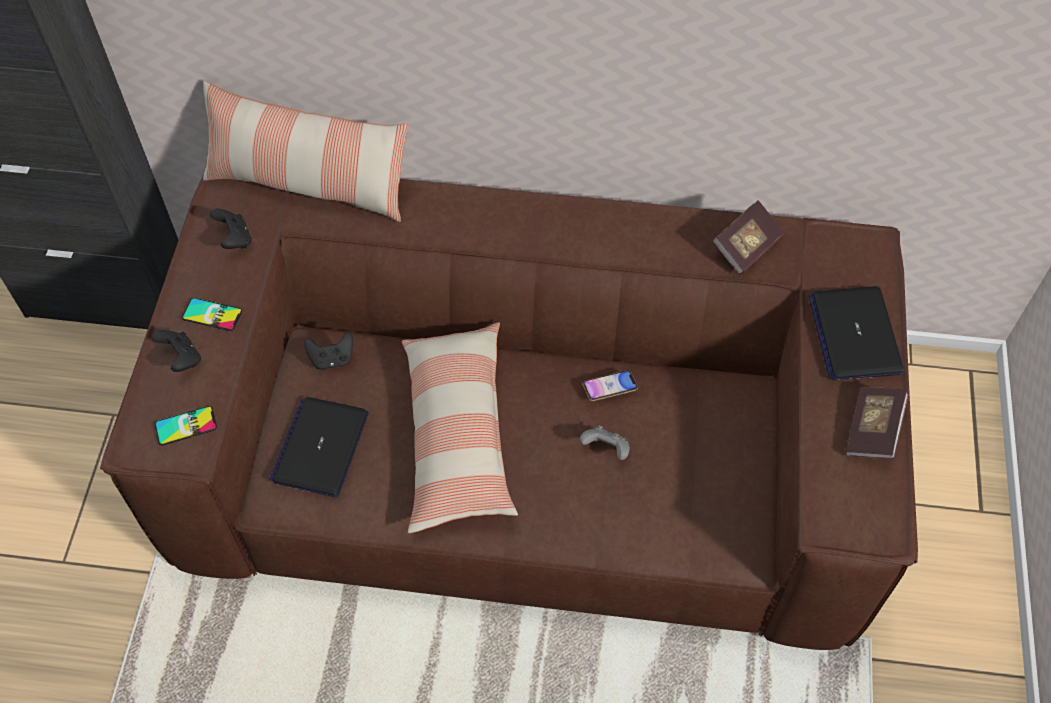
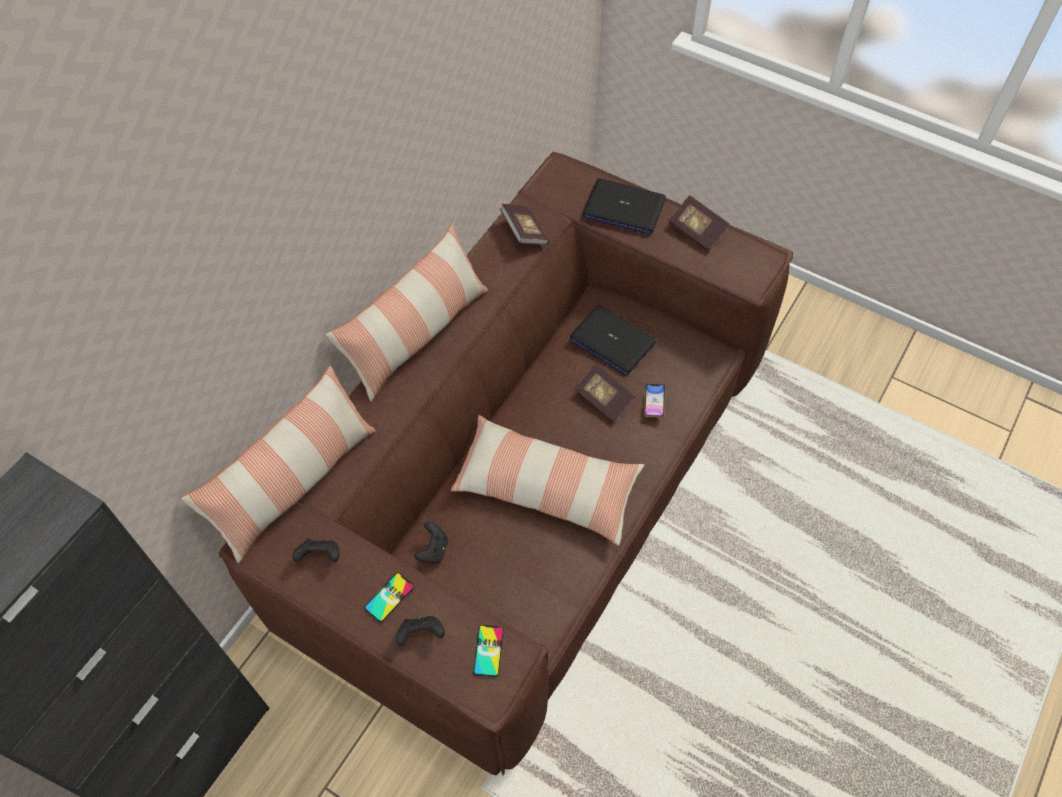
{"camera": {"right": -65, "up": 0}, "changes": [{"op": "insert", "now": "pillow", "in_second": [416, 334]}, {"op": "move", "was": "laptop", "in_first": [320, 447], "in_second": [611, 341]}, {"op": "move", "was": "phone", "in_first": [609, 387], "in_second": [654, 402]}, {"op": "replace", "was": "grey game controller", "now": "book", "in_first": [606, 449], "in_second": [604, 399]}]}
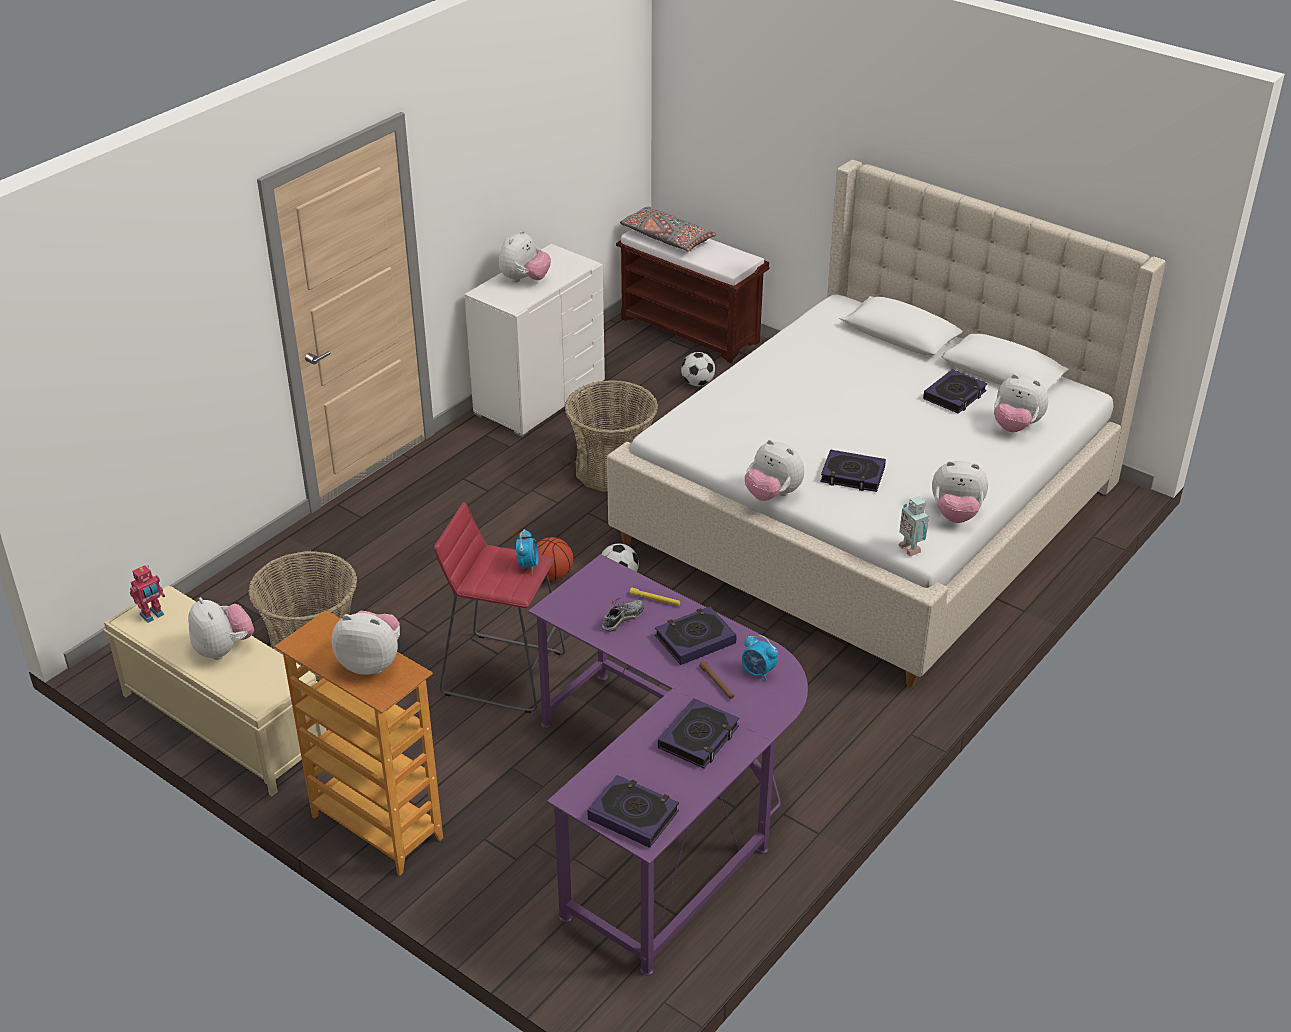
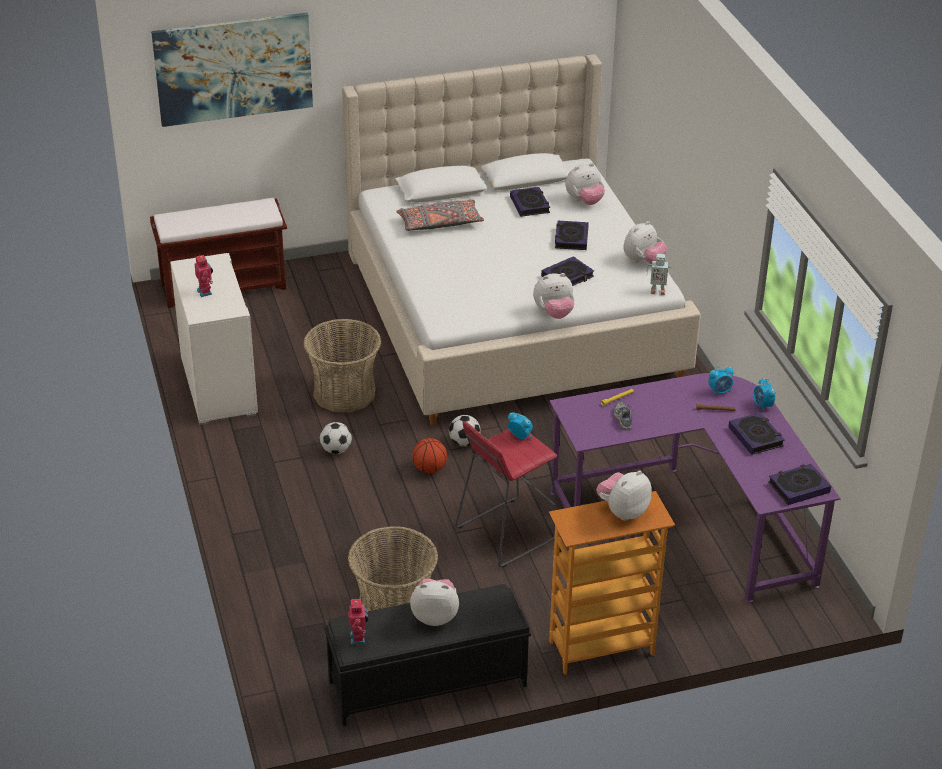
{"camera": {"right": -55, "up": 0}, "changes": [{"op": "insert", "now": "picture", "in_second": [233, 69]}, {"op": "insert", "now": "alarm clock", "in_second": [762, 405]}, {"op": "move", "was": "grey pillow", "in_first": [666, 238], "in_second": [440, 223]}, {"op": "move", "was": "book", "in_first": [695, 639], "in_second": [571, 238]}, {"op": "move", "was": "football", "in_first": [697, 383], "in_second": [336, 450]}, {"op": "replace", "was": "plush toy", "now": "toy robot", "in_first": [524, 280], "in_second": [205, 292]}, {"op": "recolor", "was": "beige bench", "now": "black bench", "in_first": [223, 722], "in_second": [426, 683]}]}
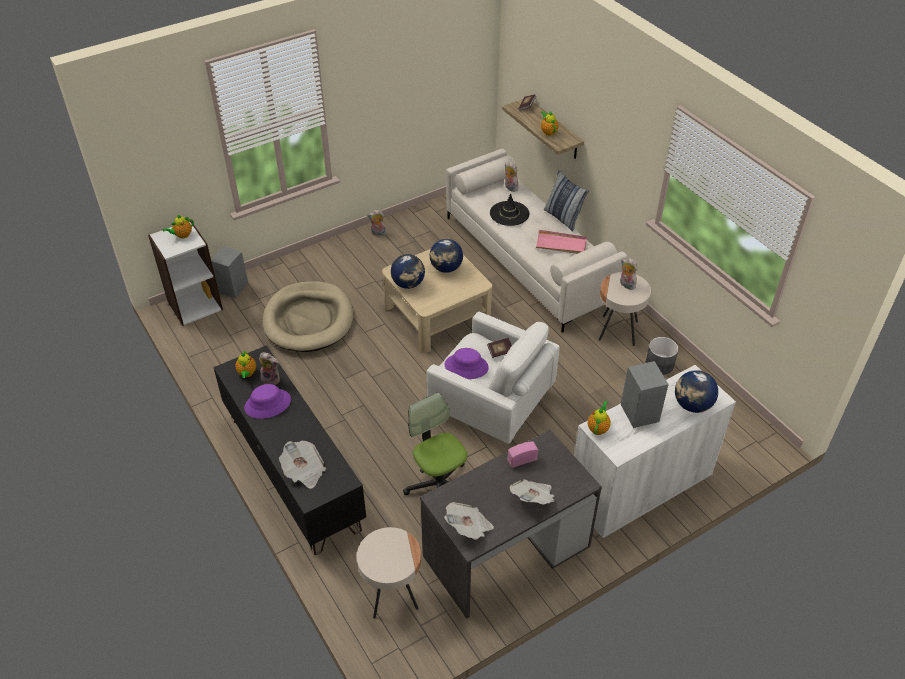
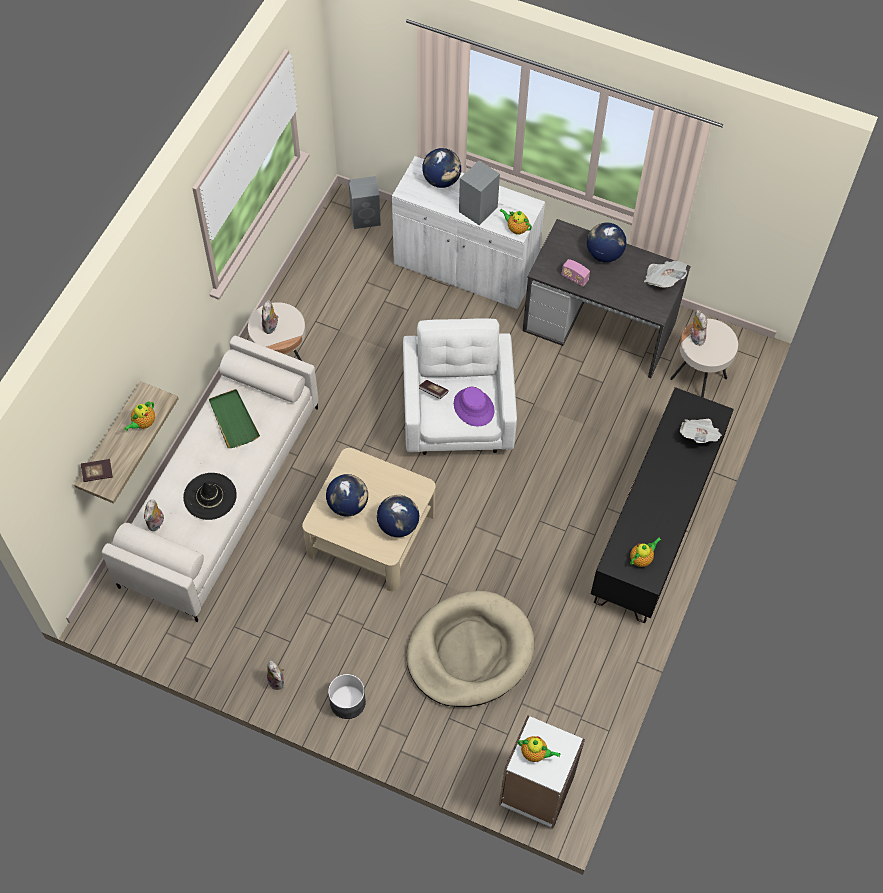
{"camera": {"right": -125, "up": 15}, "changes": [{"op": "delete", "was": "purple hat", "in_first": [268, 404]}, {"op": "delete", "was": "office chair", "in_first": [438, 485]}, {"op": "delete", "was": "pillow", "in_first": [563, 218]}, {"op": "move", "was": "grey speaker", "in_first": [232, 288], "in_second": [366, 217]}, {"op": "move", "was": "plush toy", "in_first": [272, 379], "in_second": [695, 337]}, {"op": "move", "was": "grey planter", "in_first": [659, 364], "in_second": [347, 702]}, {"op": "replace", "was": "newspaper", "now": "globe", "in_first": [533, 498], "in_second": [604, 254]}, {"op": "recolor", "was": "pink tray", "now": "green tray", "in_first": [561, 244], "in_second": [233, 420]}, {"op": "rotate", "was": "teapot", "in_first": [598, 428], "in_second": [516, 228], "clockwise": 45}]}
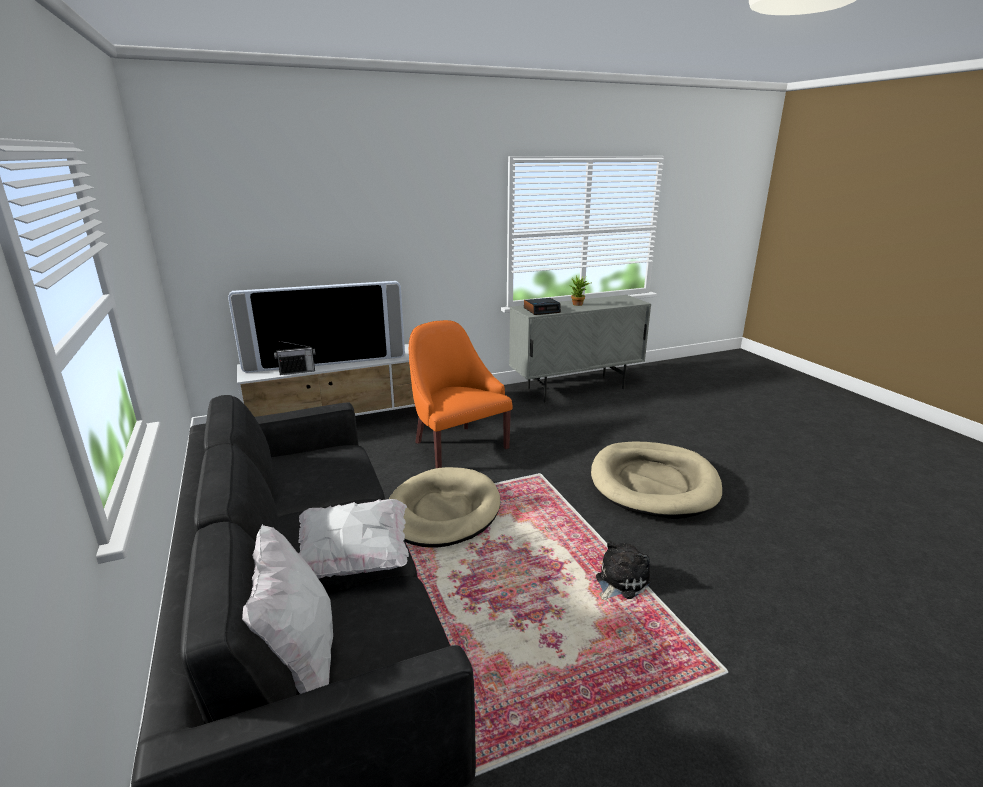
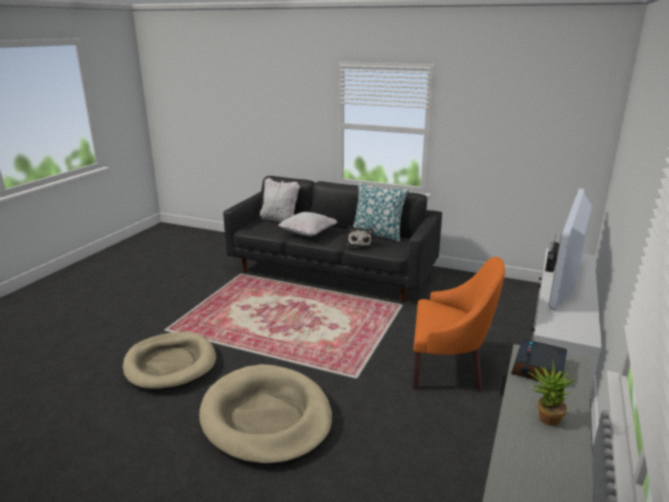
{"camera": {"right": 135, "up": 0}, "changes": [{"op": "insert", "now": "pillow", "in_second": [377, 234]}, {"op": "move", "was": "beige dog bed", "in_first": [443, 511], "in_second": [170, 364]}, {"op": "move", "was": "plush toy", "in_first": [619, 582], "in_second": [359, 244]}]}
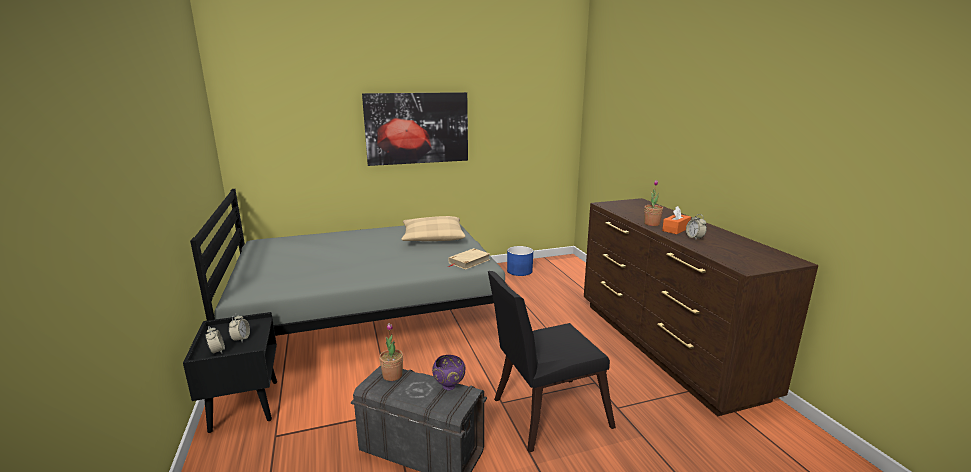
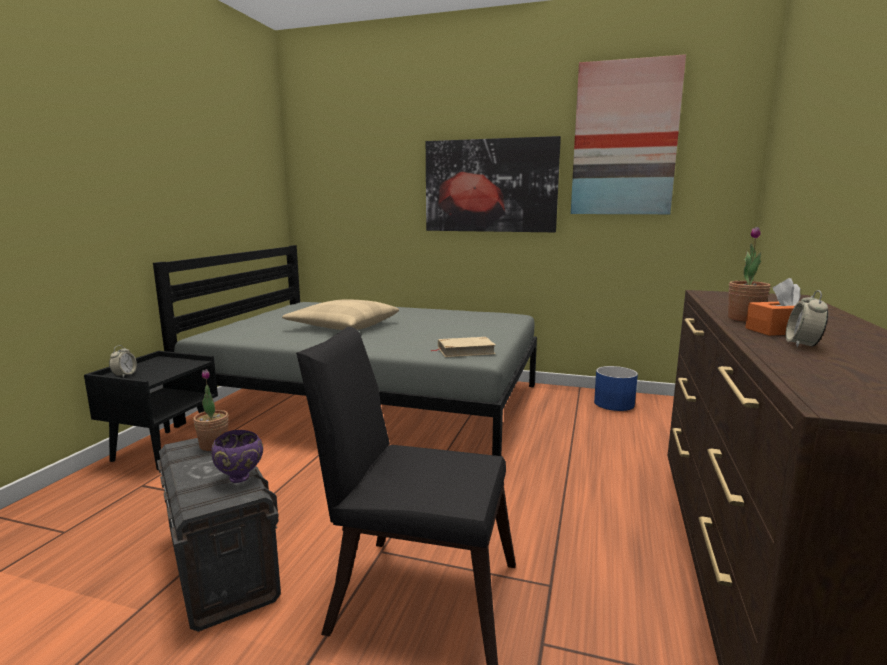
{"camera": {"right": 35, "up": -5}, "changes": [{"op": "delete", "was": "alarm clock", "in_first": [241, 339]}, {"op": "insert", "now": "picture", "in_second": [624, 139]}, {"op": "move", "was": "beige pillow", "in_first": [432, 237], "in_second": [343, 326]}]}
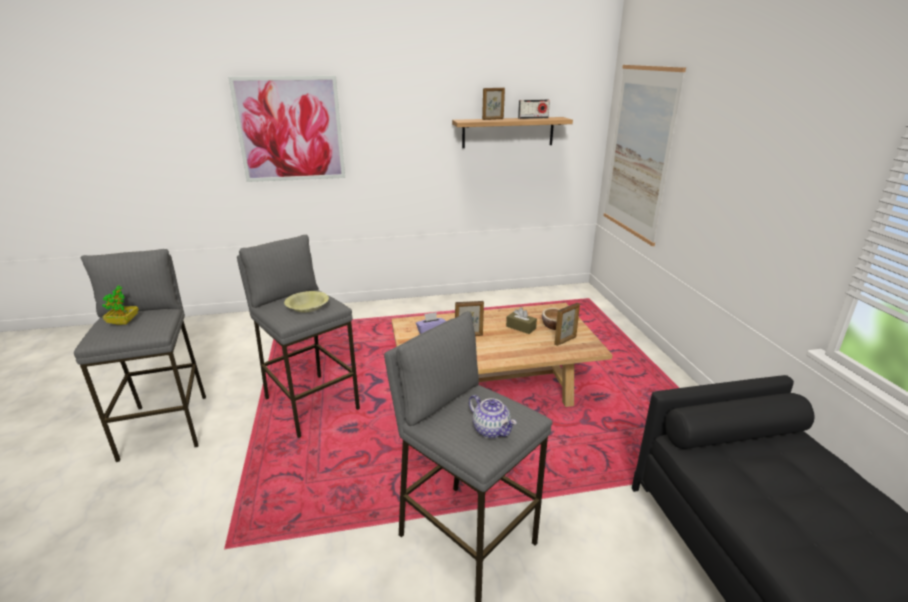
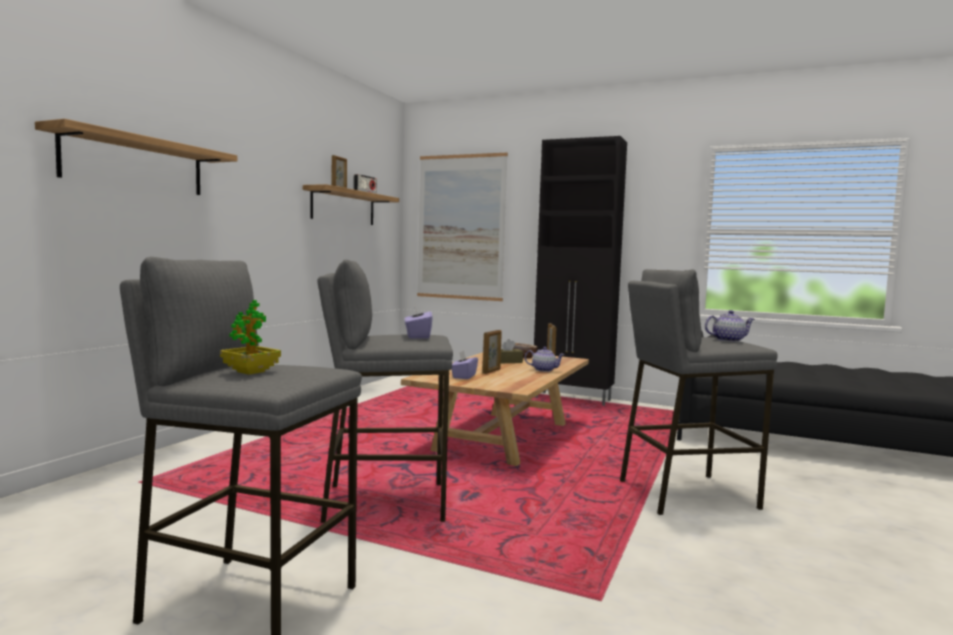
{"camera": {"right": -55, "up": -20}, "changes": [{"op": "insert", "now": "teapot", "in_second": [544, 370]}, {"op": "insert", "now": "black cabinet", "in_second": [573, 399]}, {"op": "replace", "was": "picture", "now": "shelf", "in_first": [290, 129], "in_second": [135, 164]}, {"op": "replace", "was": "yellow bowl", "now": "purple tissue box", "in_first": [307, 307], "in_second": [417, 336]}]}
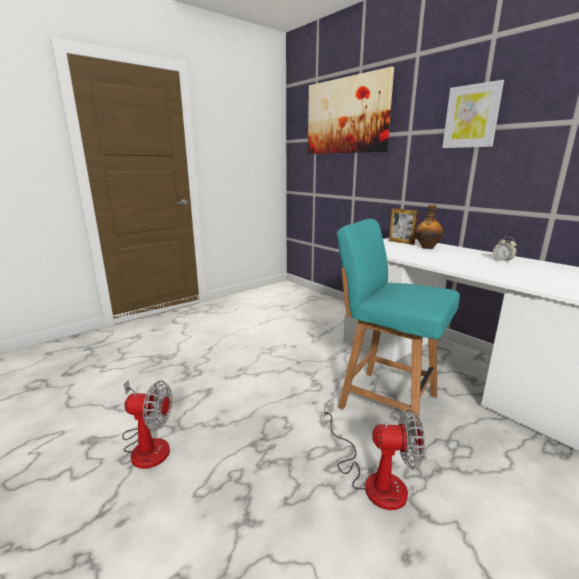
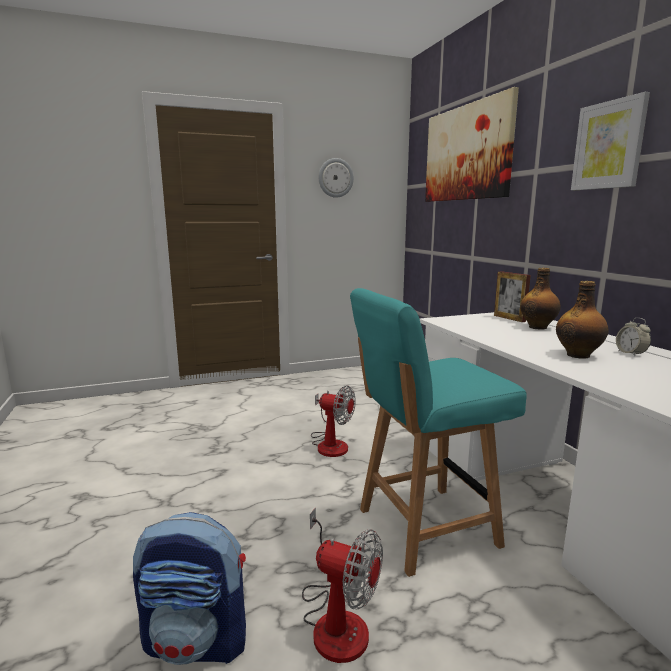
{"camera": {"right": 20, "up": -5}, "changes": [{"op": "insert", "now": "backpack", "in_second": [198, 641]}, {"op": "insert", "now": "wall clock", "in_second": [335, 178]}, {"op": "insert", "now": "bottle", "in_second": [578, 355]}, {"op": "move", "was": "fan", "in_first": [147, 445], "in_second": [330, 443]}, {"op": "rotate", "was": "turquoise chair", "in_first": [386, 400], "in_second": [424, 528], "clockwise": -75}]}
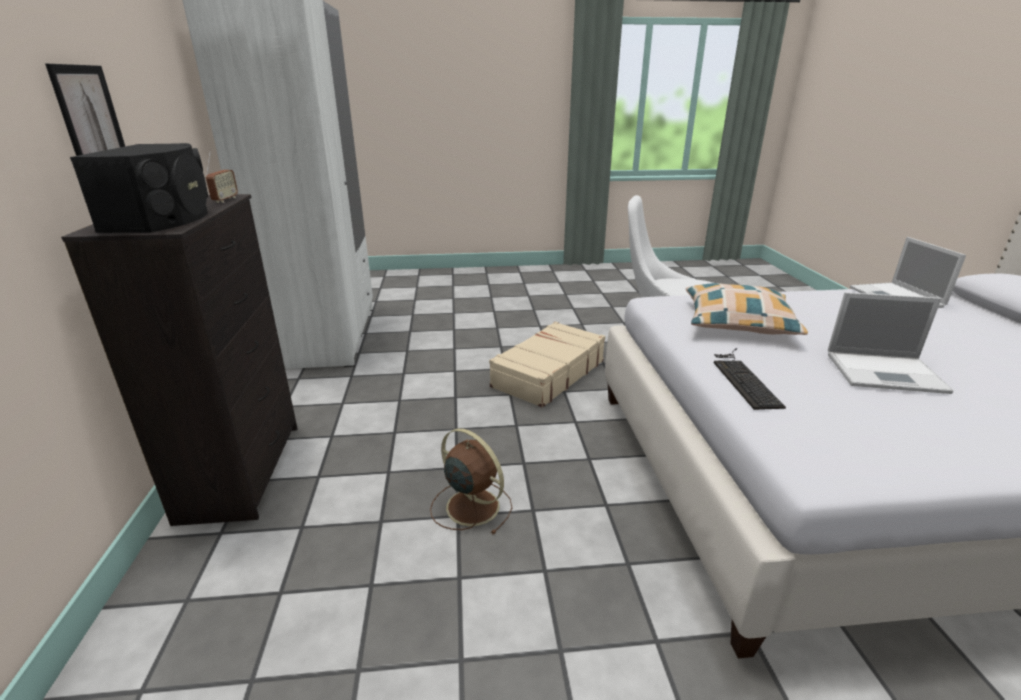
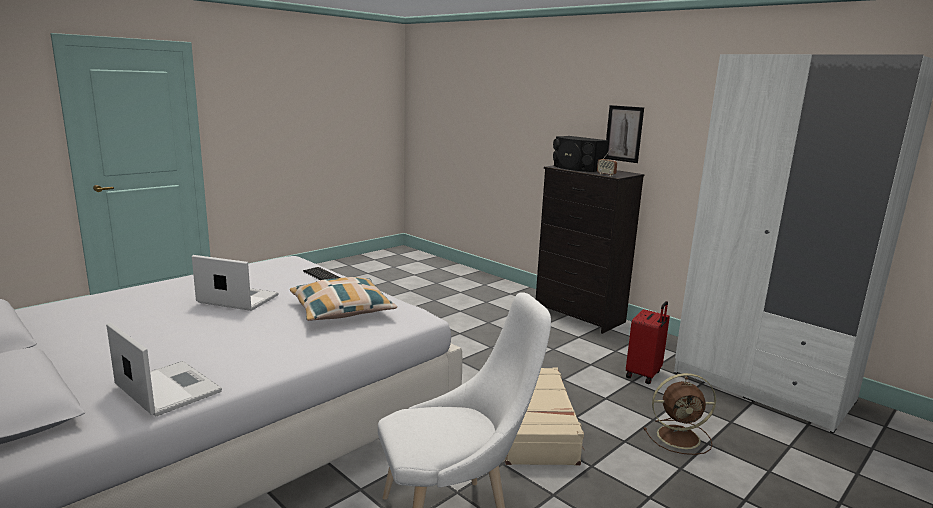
{"camera": {"right": 140, "up": -10}, "changes": [{"op": "insert", "now": "red suitcase", "in_second": [644, 374]}, {"op": "move", "was": "brown fan", "in_first": [471, 505], "in_second": [680, 437]}, {"op": "rotate", "was": "laptop", "in_first": [886, 372], "in_second": [236, 299], "clockwise": 45}]}
